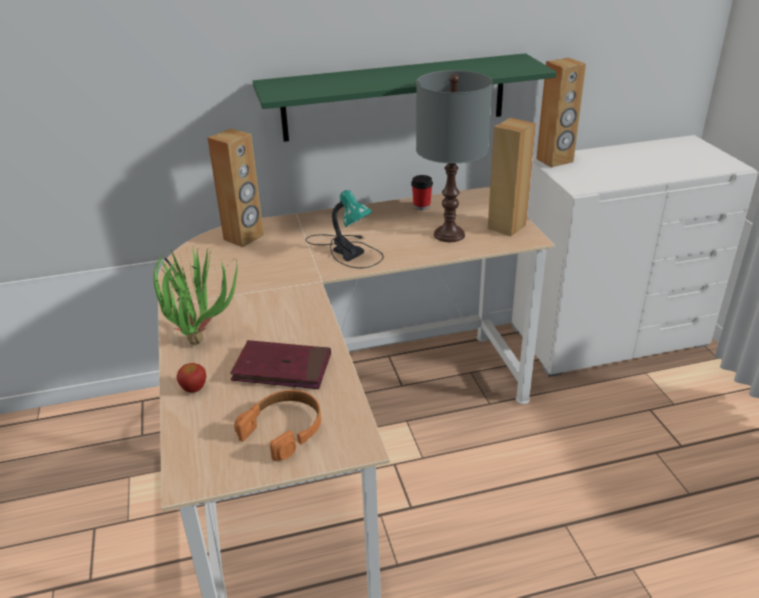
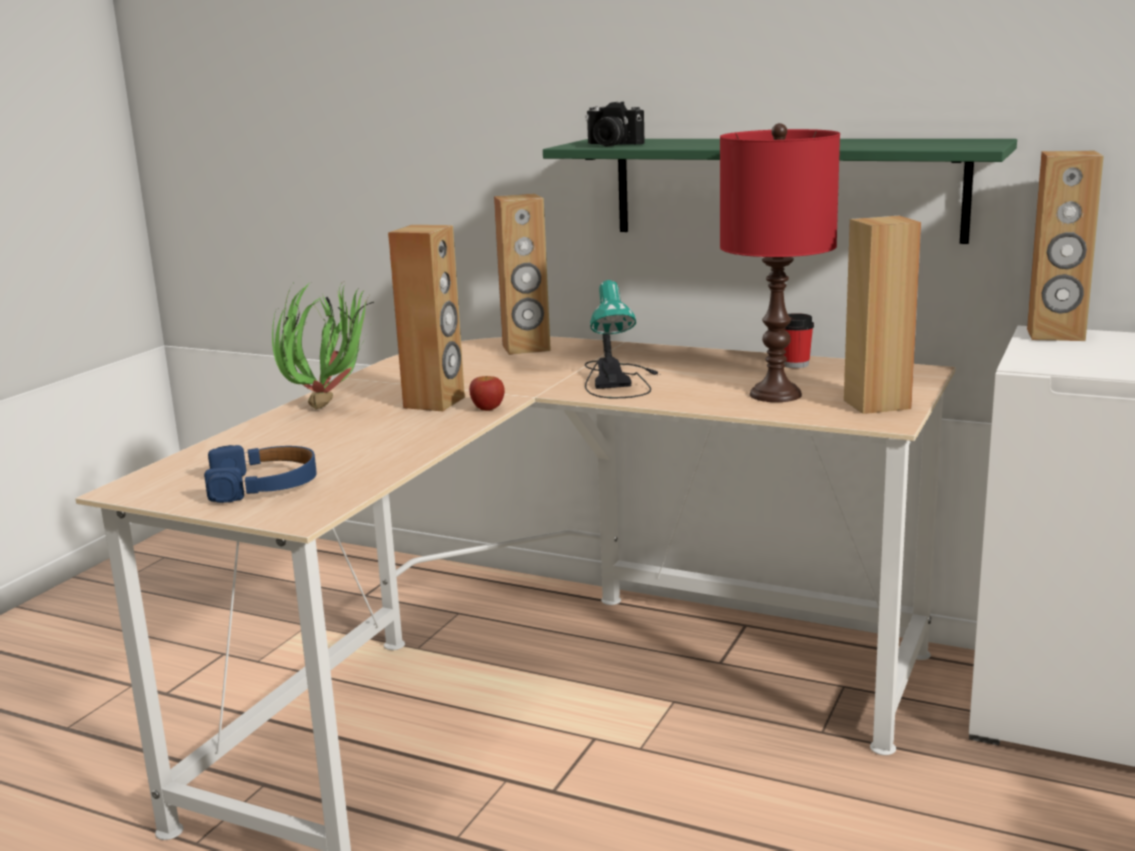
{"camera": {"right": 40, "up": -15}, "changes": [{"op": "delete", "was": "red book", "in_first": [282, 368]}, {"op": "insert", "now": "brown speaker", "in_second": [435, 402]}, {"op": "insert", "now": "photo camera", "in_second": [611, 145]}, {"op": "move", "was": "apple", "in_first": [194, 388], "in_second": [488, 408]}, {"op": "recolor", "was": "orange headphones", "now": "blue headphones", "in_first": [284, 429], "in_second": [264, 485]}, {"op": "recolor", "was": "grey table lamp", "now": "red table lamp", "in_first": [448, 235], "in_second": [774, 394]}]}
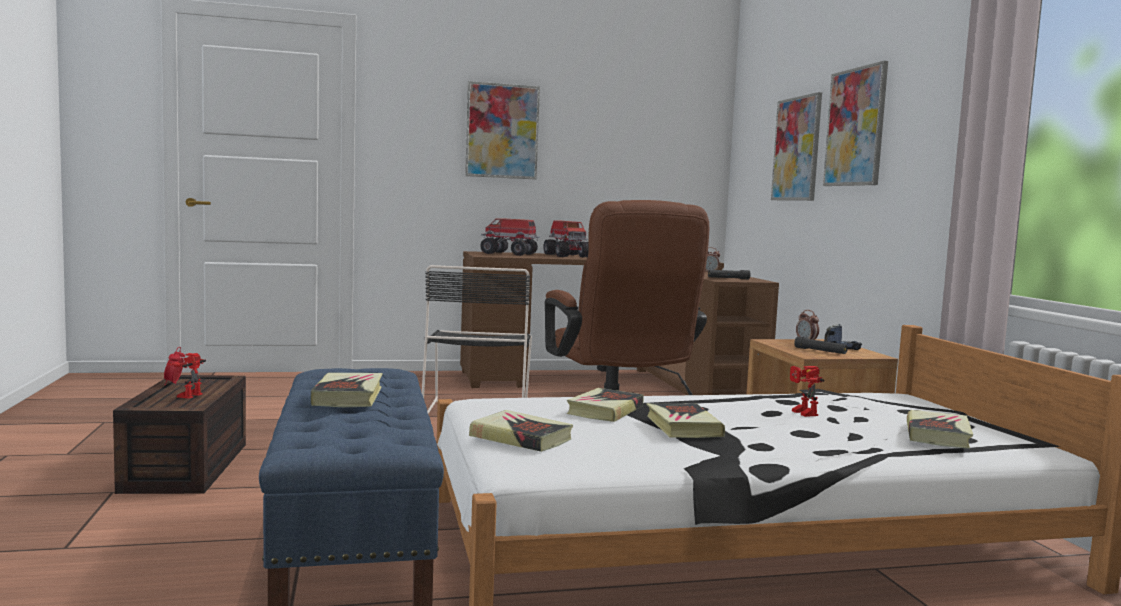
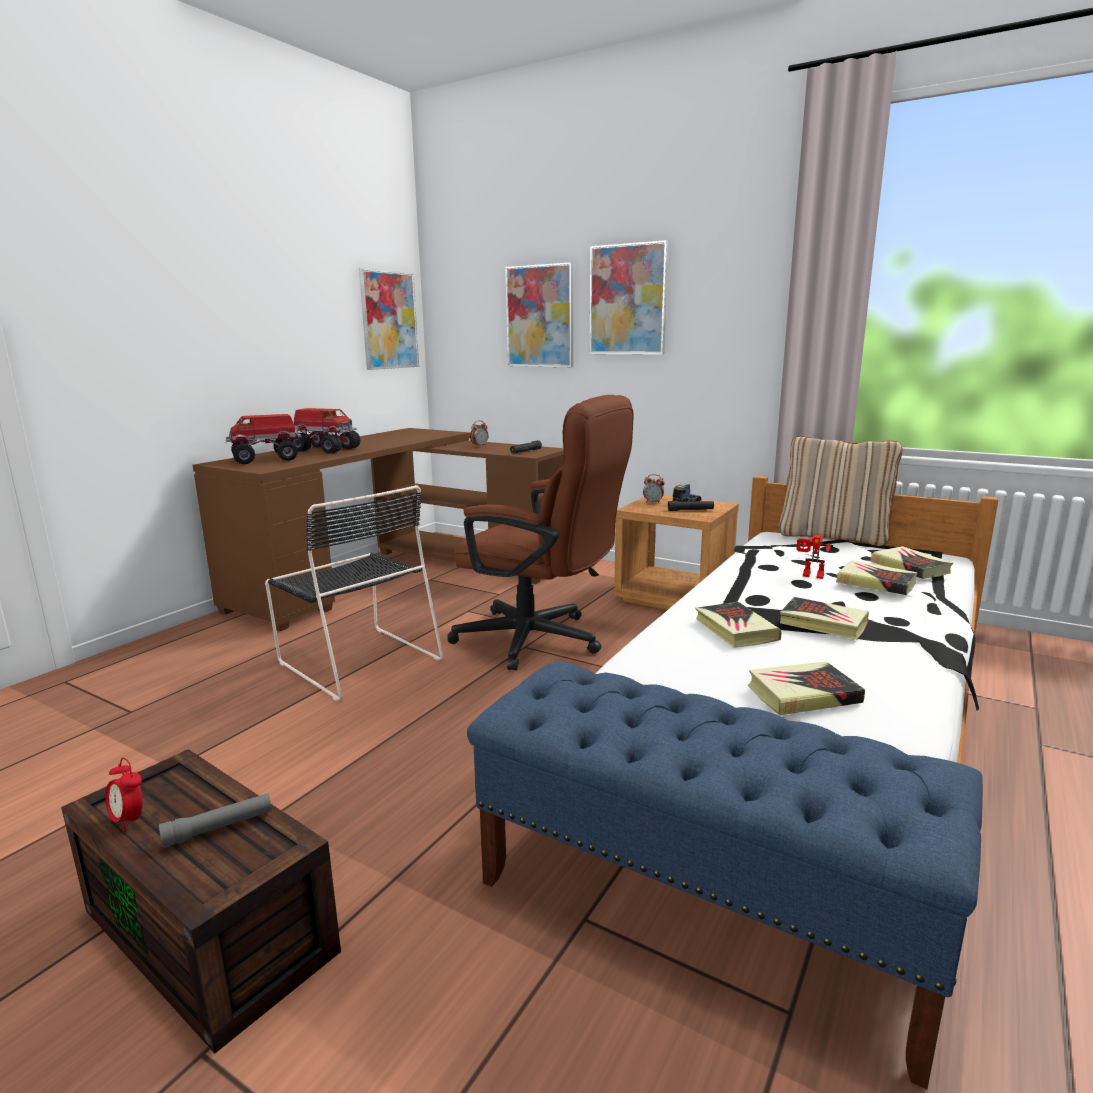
{"camera": {"right": -45, "up": 10}, "changes": [{"op": "insert", "now": "beige pillow", "in_second": [833, 537]}, {"op": "move", "was": "book", "in_first": [348, 396], "in_second": [876, 583]}, {"op": "move", "was": "picture", "in_first": [502, 131], "in_second": [389, 320]}, {"op": "replace", "was": "toy robot", "now": "grey flashlight", "in_first": [188, 395], "in_second": [219, 828]}]}
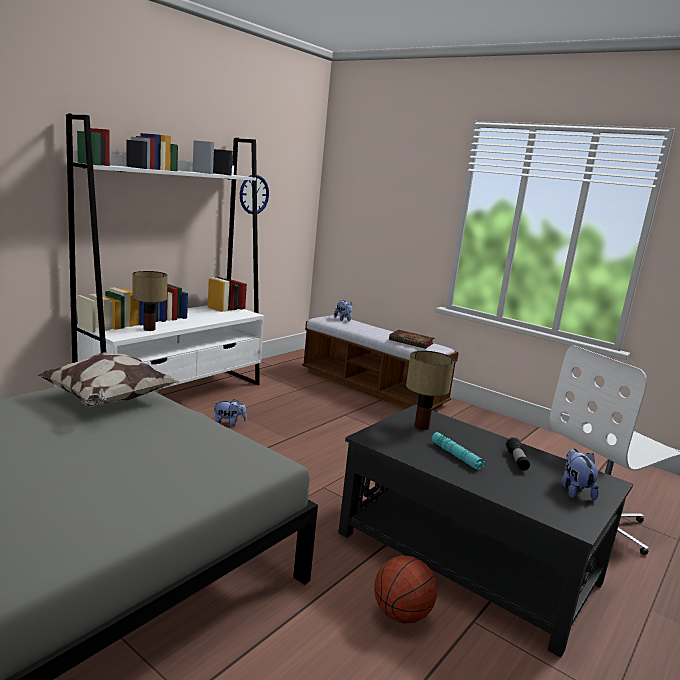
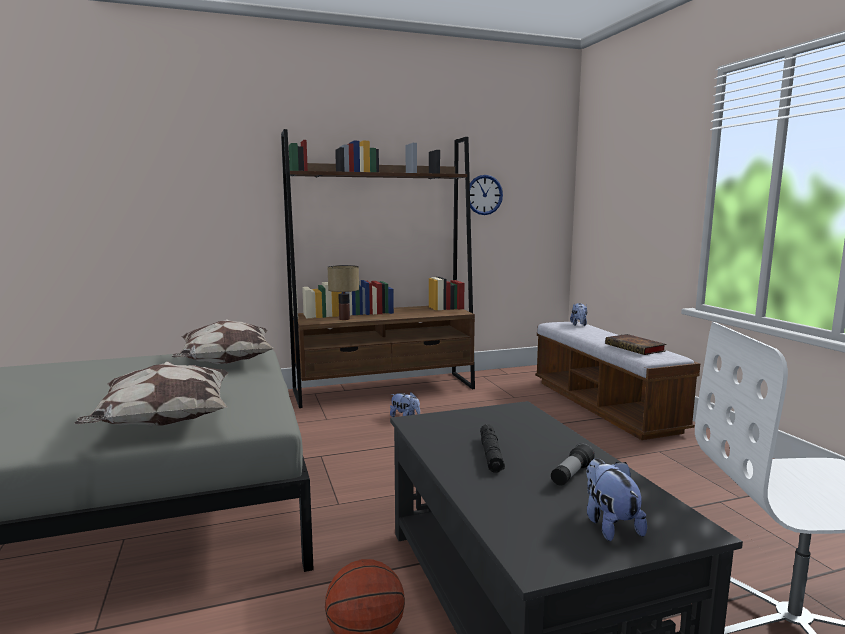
{"camera": {"right": 35, "up": -5}, "changes": [{"op": "delete", "was": "table lamp", "in_first": [421, 427]}, {"op": "insert", "now": "pillow", "in_second": [163, 423]}, {"op": "recolor", "was": "white bookcase", "now": "brown bookcase", "in_first": [175, 396], "in_second": [384, 389]}, {"op": "recolor", "was": "turquoise flashlight", "now": "black flashlight", "in_first": [456, 456], "in_second": [491, 455]}, {"op": "rotate", "was": "plush toy", "in_first": [575, 490], "in_second": [609, 524], "clockwise": -45}]}
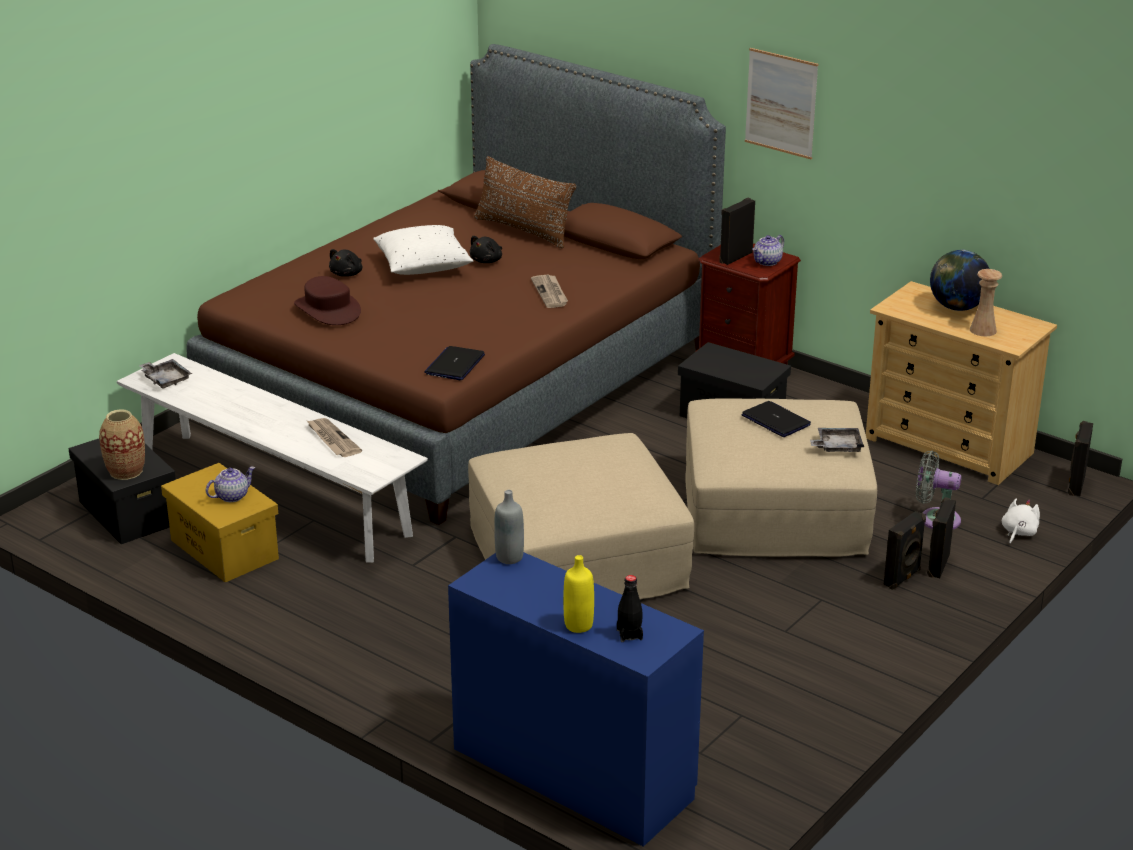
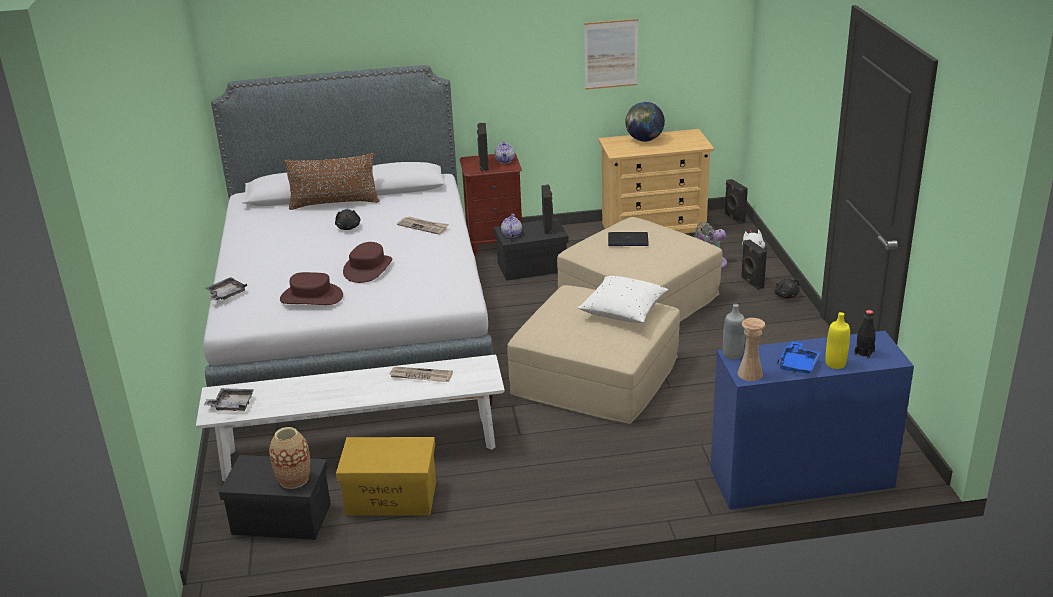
{"camera": {"right": -45, "up": 0}, "changes": [{"op": "delete", "was": "laptop", "in_first": [455, 364]}, {"op": "insert", "now": "brown hat", "in_second": [368, 268]}, {"op": "insert", "now": "blue tray", "in_second": [798, 364]}, {"op": "move", "was": "teapot", "in_first": [232, 496], "in_second": [511, 234]}, {"op": "move", "was": "black plush toy", "in_first": [347, 274], "in_second": [786, 295]}, {"op": "move", "was": "white pillow", "in_first": [423, 266], "in_second": [623, 312]}, {"op": "move", "was": "picture", "in_first": [781, 103], "in_second": [611, 54]}, {"op": "move", "was": "grey tray", "in_first": [837, 446], "in_second": [225, 294]}, {"op": "move", "was": "black speaker", "in_first": [903, 578], "in_second": [548, 227]}, {"op": "move", "was": "beige vase", "in_first": [983, 330], "in_second": [750, 373]}, {"op": "recolor", "was": "brown bed", "now": "grey bed", "in_first": [464, 382], "in_second": [354, 325]}]}
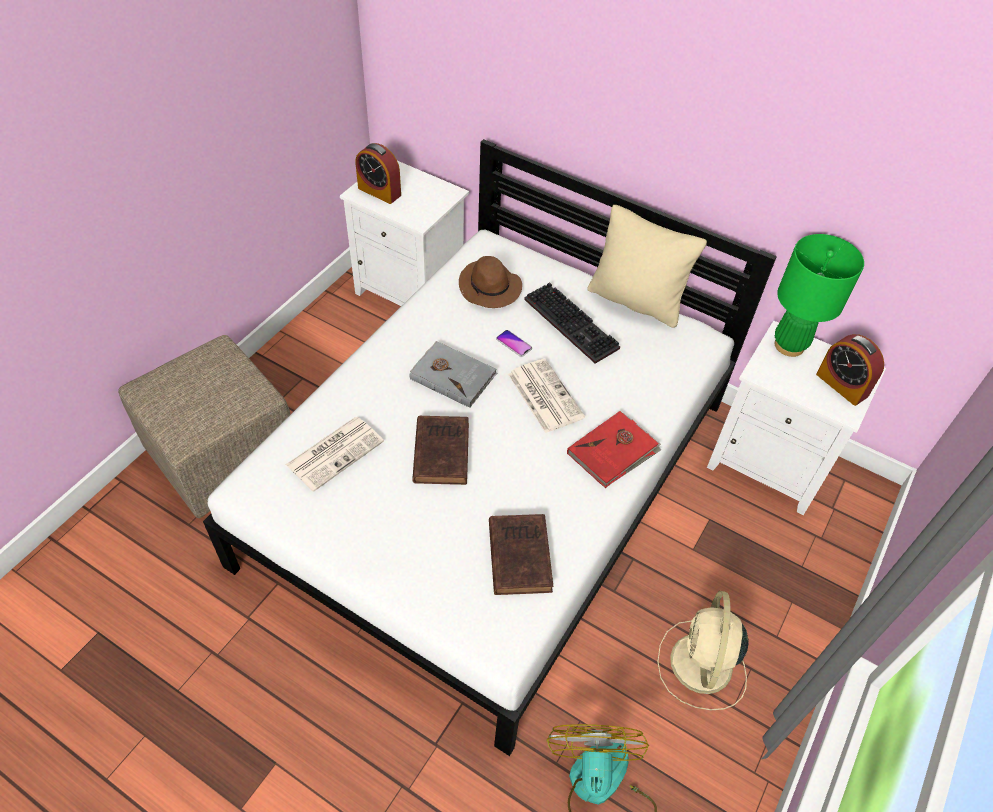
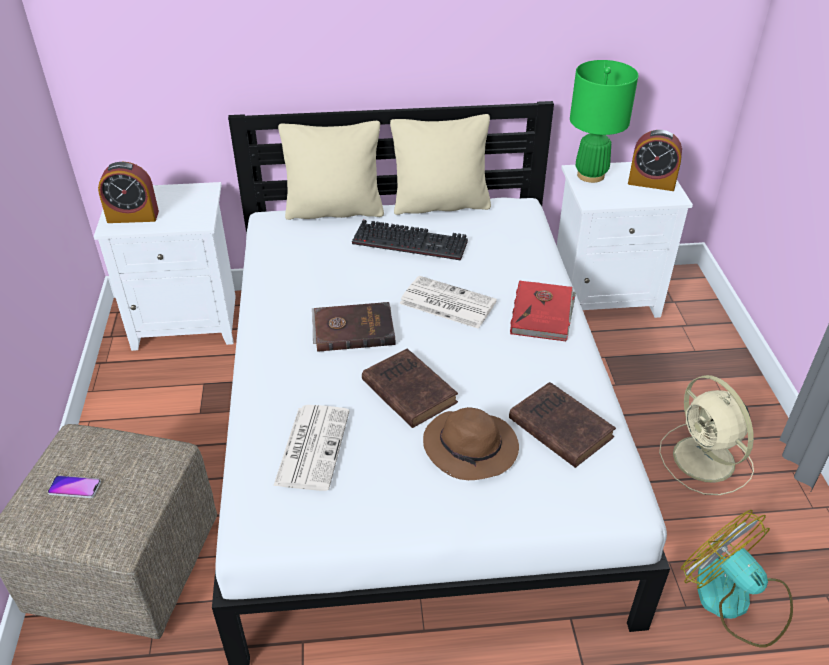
{"camera": {"right": -35, "up": -10}, "changes": [{"op": "insert", "now": "beige pillow", "in_second": [335, 211]}, {"op": "move", "was": "brown hat", "in_first": [490, 288], "in_second": [472, 448]}, {"op": "move", "was": "phone", "in_first": [514, 344], "in_second": [74, 487]}, {"op": "recolor", "was": "grey book", "now": "brown book", "in_first": [453, 375], "in_second": [353, 329]}]}
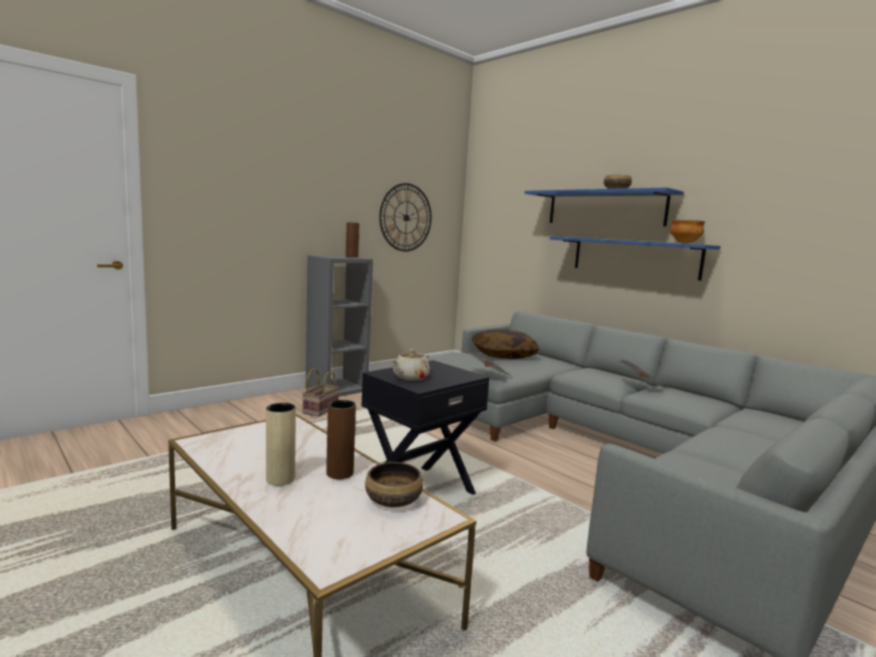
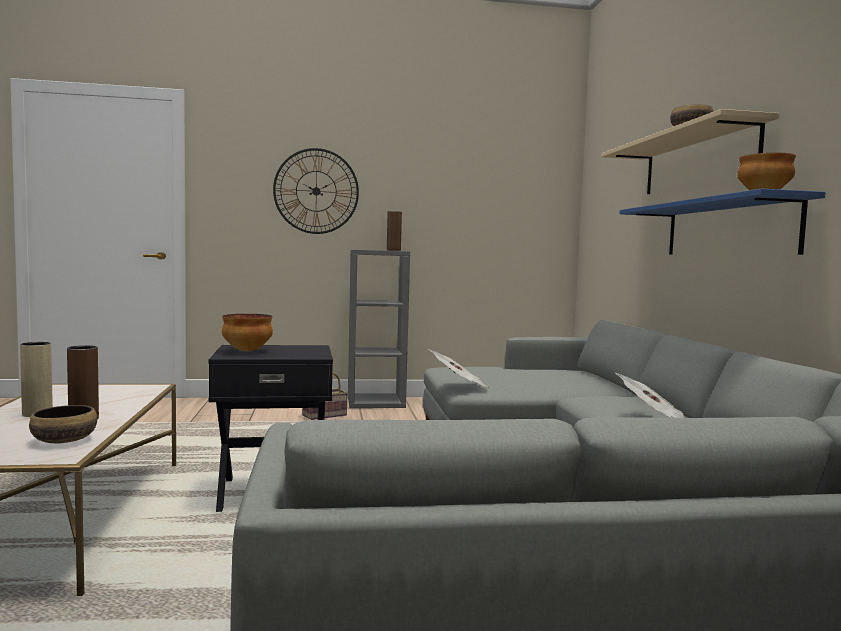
{"camera": {"right": 35, "up": -5}, "changes": [{"op": "delete", "was": "pillow", "in_first": [504, 355]}, {"op": "move", "was": "wall clock", "in_first": [406, 217], "in_second": [316, 191]}, {"op": "replace", "was": "beige teapot", "now": "bowl", "in_first": [410, 377], "in_second": [247, 351]}, {"op": "recolor", "was": "blue shelf", "now": "beige shelf", "in_first": [605, 208], "in_second": [698, 161]}]}
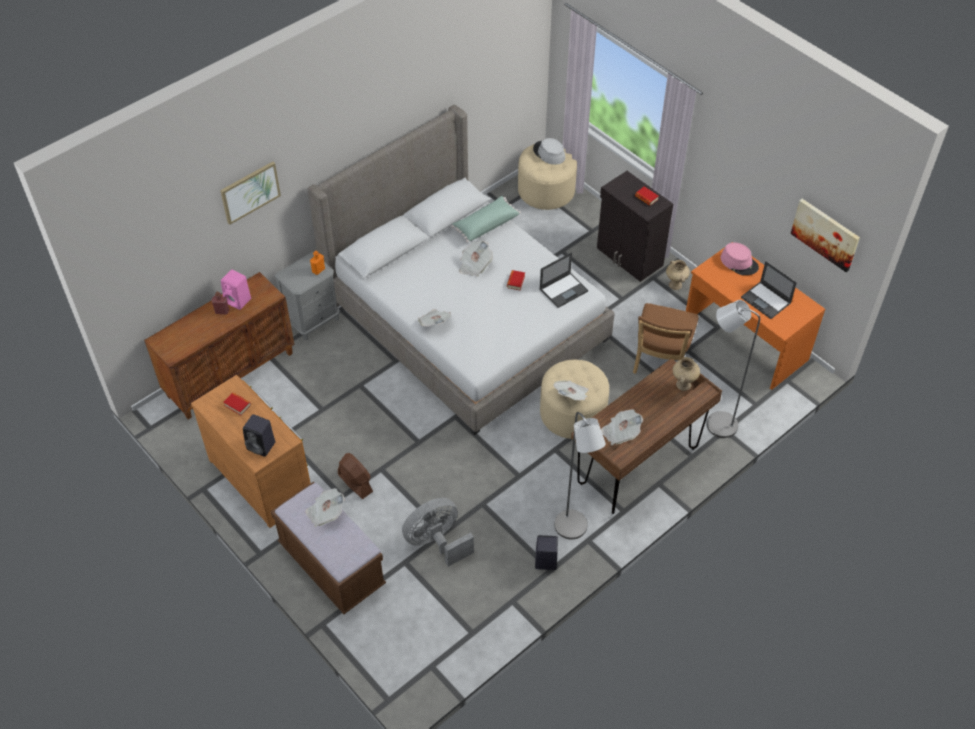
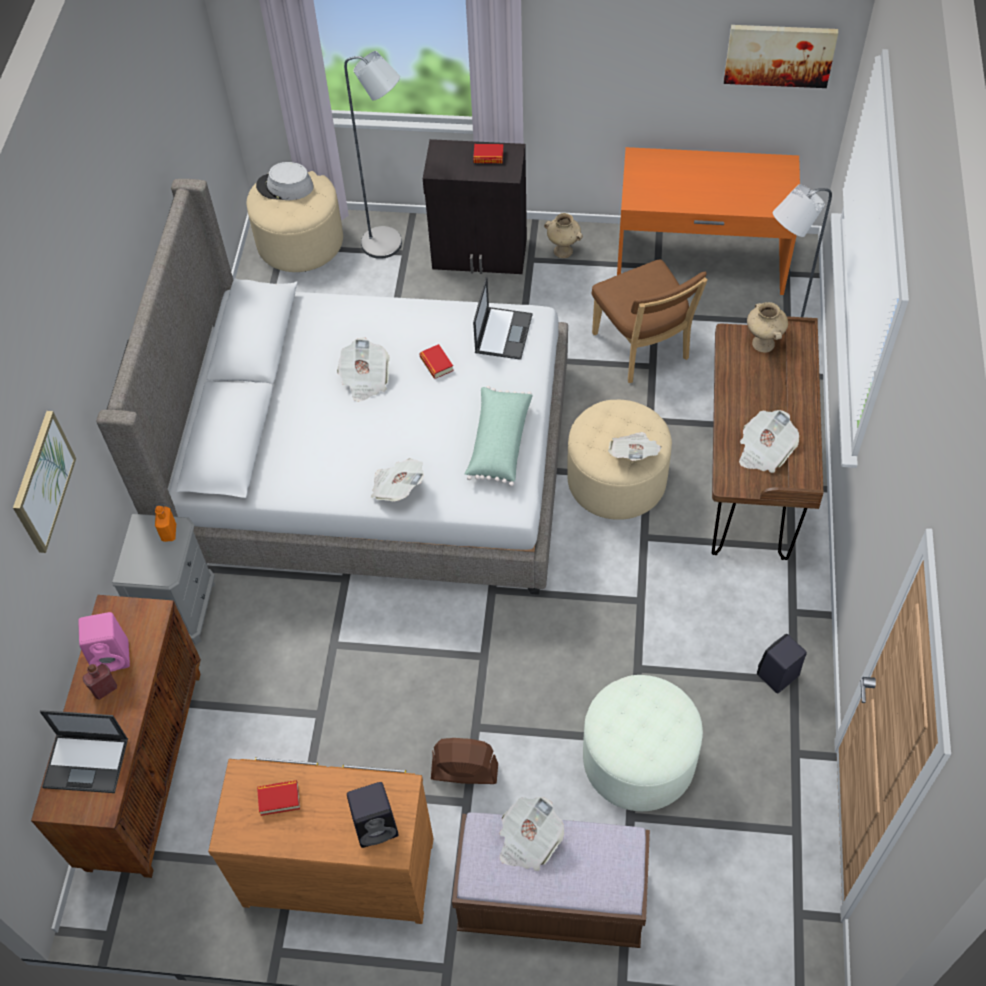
{"camera": {"right": -40, "up": 5}, "changes": [{"op": "delete", "was": "pink hat", "in_first": [739, 262]}, {"op": "move", "was": "green pillow", "in_first": [485, 224], "in_second": [498, 443]}, {"op": "move", "was": "grey floor lamp", "in_first": [573, 530], "in_second": [389, 245]}, {"op": "move", "was": "laptop", "in_first": [766, 300], "in_second": [87, 762]}, {"op": "replace", "was": "grey fan", "now": "white ottoman", "in_first": [437, 542], "in_second": [639, 759]}]}
